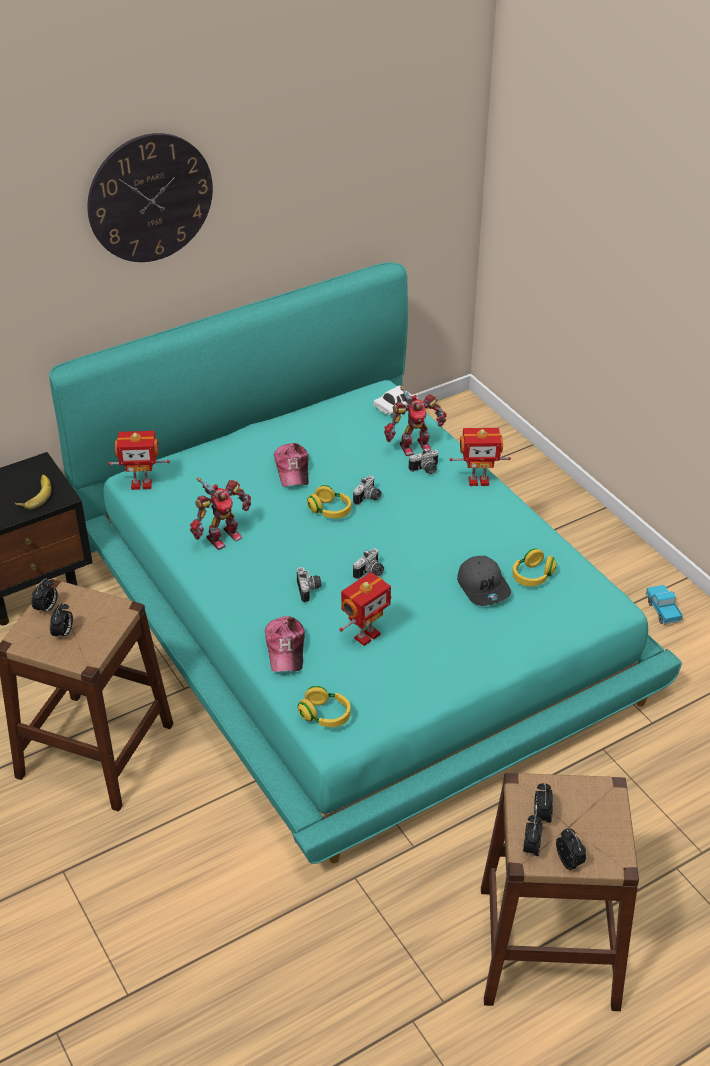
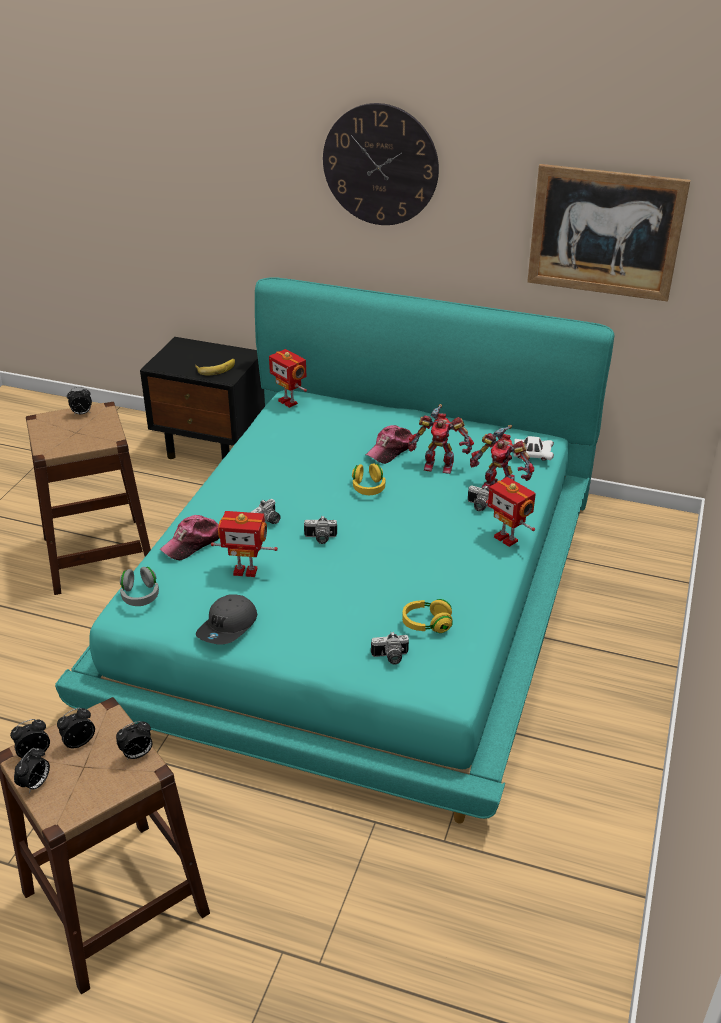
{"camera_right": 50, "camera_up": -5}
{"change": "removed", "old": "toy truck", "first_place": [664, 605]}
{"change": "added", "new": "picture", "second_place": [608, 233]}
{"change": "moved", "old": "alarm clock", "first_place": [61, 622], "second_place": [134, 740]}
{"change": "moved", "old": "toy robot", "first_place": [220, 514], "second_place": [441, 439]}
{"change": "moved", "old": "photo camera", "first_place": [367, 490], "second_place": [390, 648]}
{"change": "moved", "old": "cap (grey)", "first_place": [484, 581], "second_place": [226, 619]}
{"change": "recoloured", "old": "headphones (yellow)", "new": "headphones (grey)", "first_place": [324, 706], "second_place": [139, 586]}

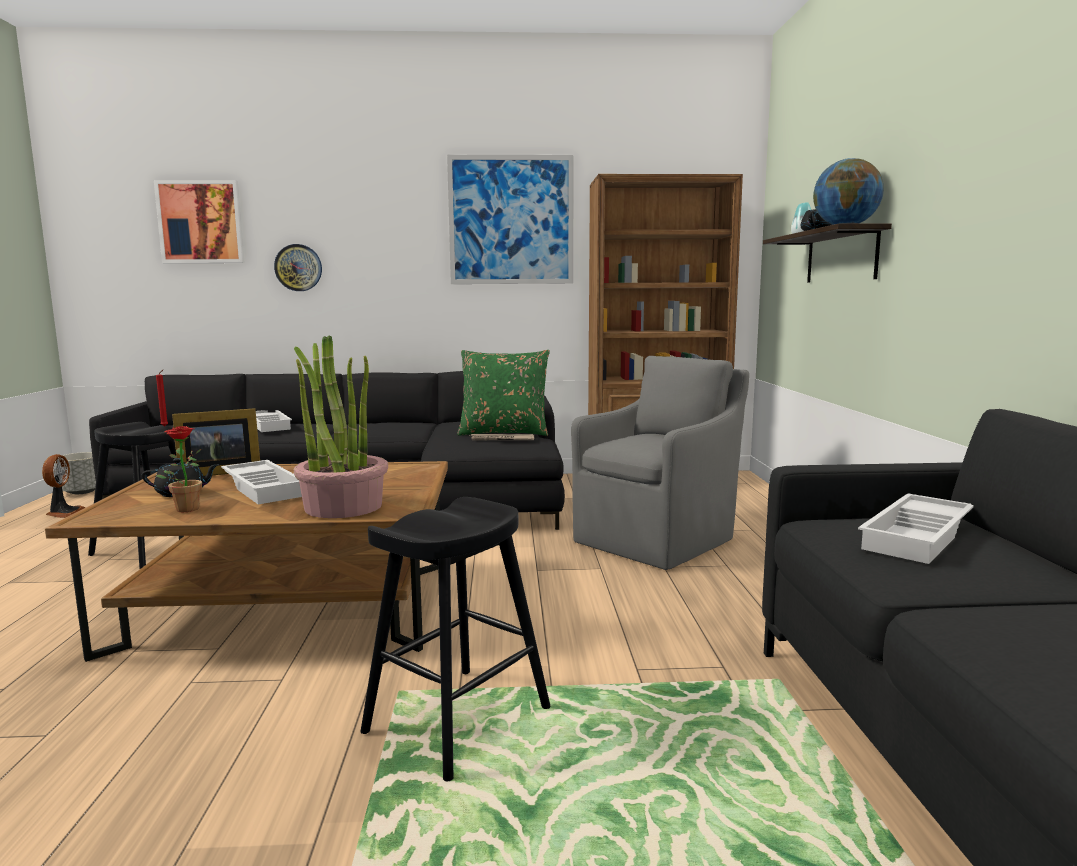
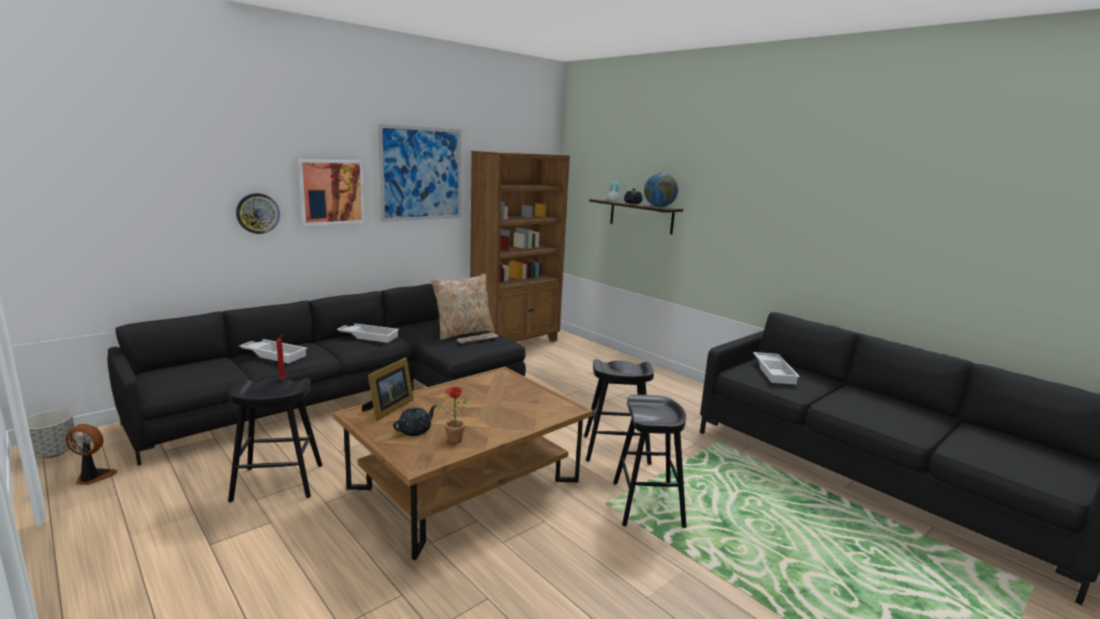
{"camera_right": -40, "camera_up": 5}
{"change": "removed", "old": "potted plant", "first_place": [341, 426]}
{"change": "removed", "old": "armchair (grey)", "first_place": [660, 463]}
{"change": "added", "new": "stool (black)", "second_place": [619, 412]}
{"change": "moved", "old": "picture", "first_place": [199, 221], "second_place": [331, 192]}
{"change": "moved", "old": "tray (white)", "first_place": [261, 482], "second_place": [368, 333]}
{"change": "recoloured", "old": "pillow (green)", "new": "pillow (beige)", "first_place": [503, 393], "second_place": [463, 307]}
{"change": "turned", "old": "fan", "first_place": [64, 486], "second_place": [91, 454], "degrees": -45}

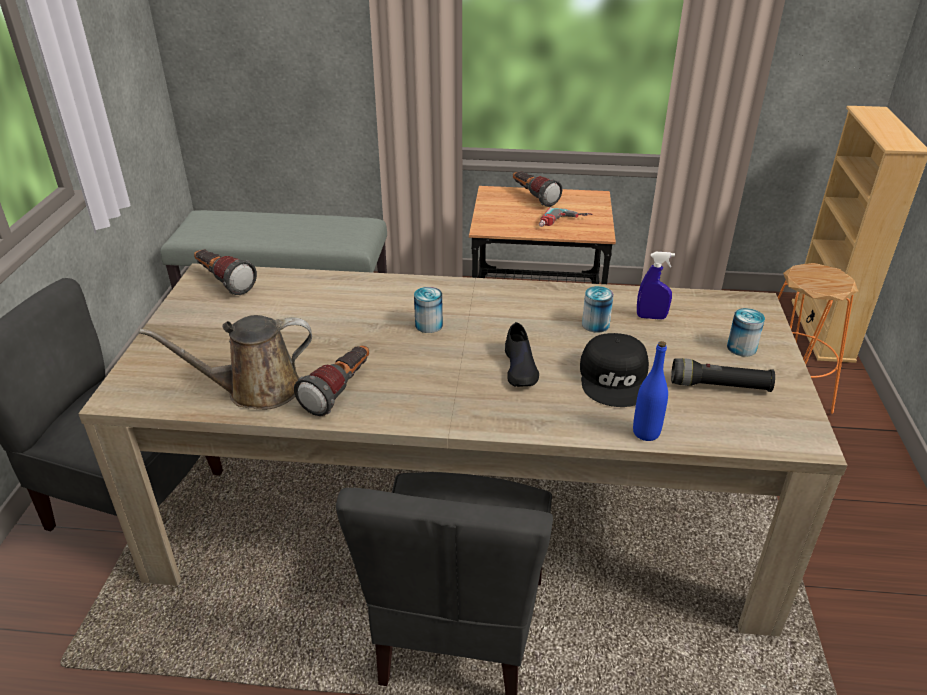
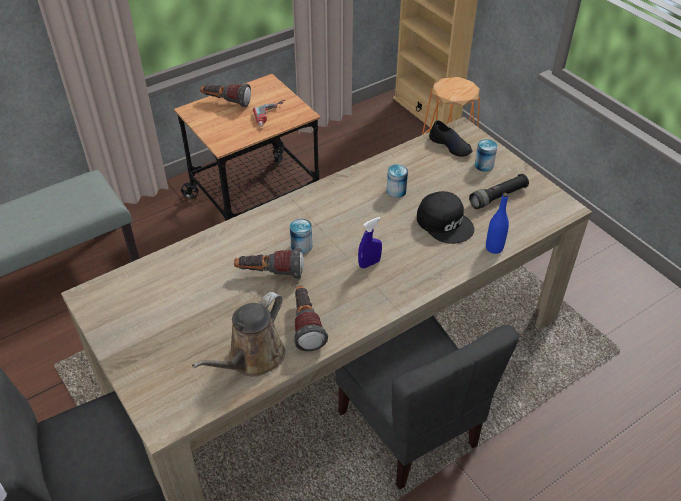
{"camera_right": -40, "camera_up": 10}
{"change": "moved", "old": "flashlight", "first_place": [225, 272], "second_place": [269, 263]}
{"change": "moved", "old": "shoe (black)", "first_place": [522, 354], "second_place": [451, 138]}
{"change": "moved", "old": "spray bottle (blue)", "first_place": [656, 286], "second_place": [370, 242]}

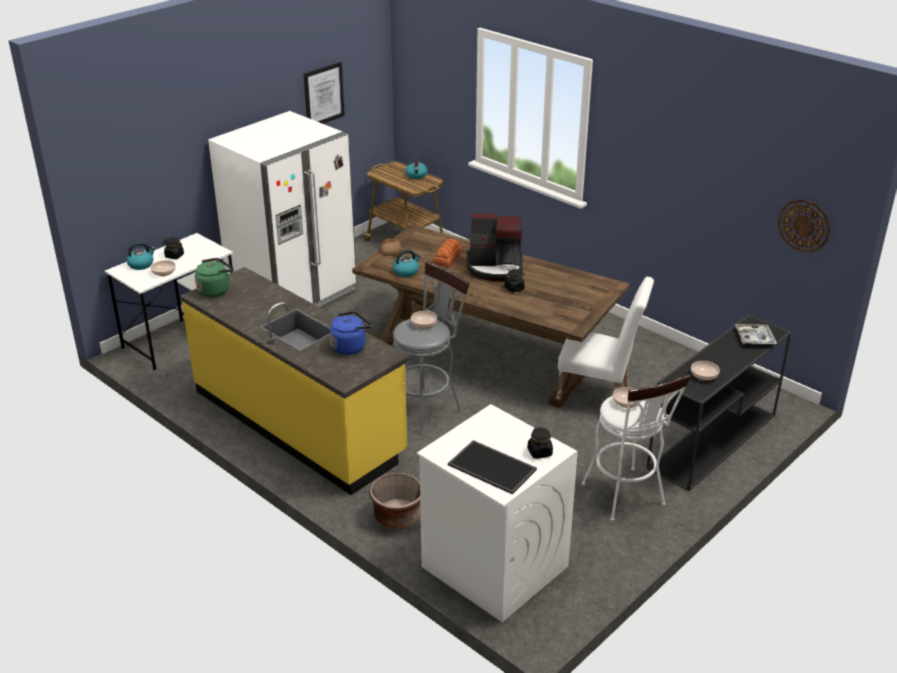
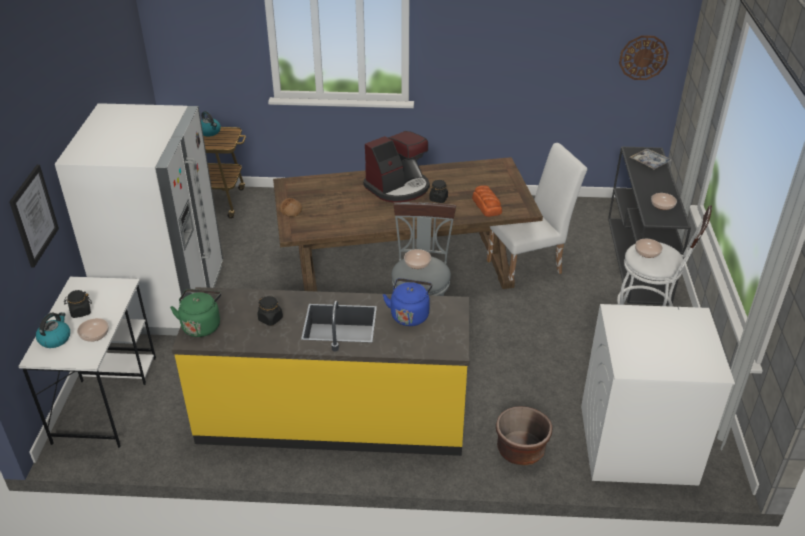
{"camera_right": -40, "camera_up": 5}
{"change": "removed", "old": "kettle", "first_place": [407, 263]}
{"change": "removed", "old": "tray", "first_place": [492, 467]}
{"change": "moved", "old": "picture", "first_place": [324, 93], "second_place": [34, 216]}
{"change": "moved", "old": "bread", "first_place": [448, 253], "second_place": [487, 201]}
{"change": "moved", "old": "jar (black)", "first_place": [540, 443], "second_place": [270, 311]}

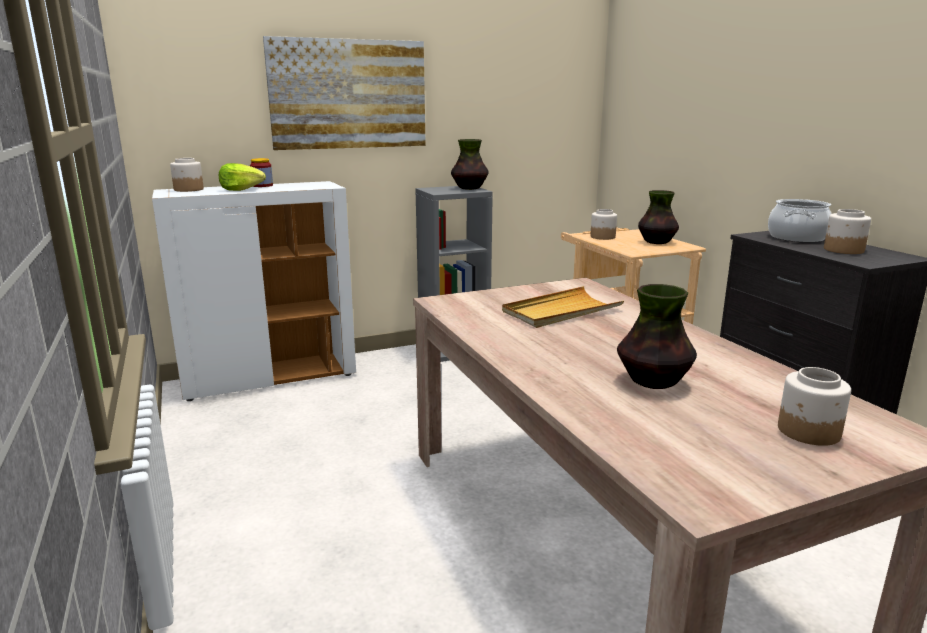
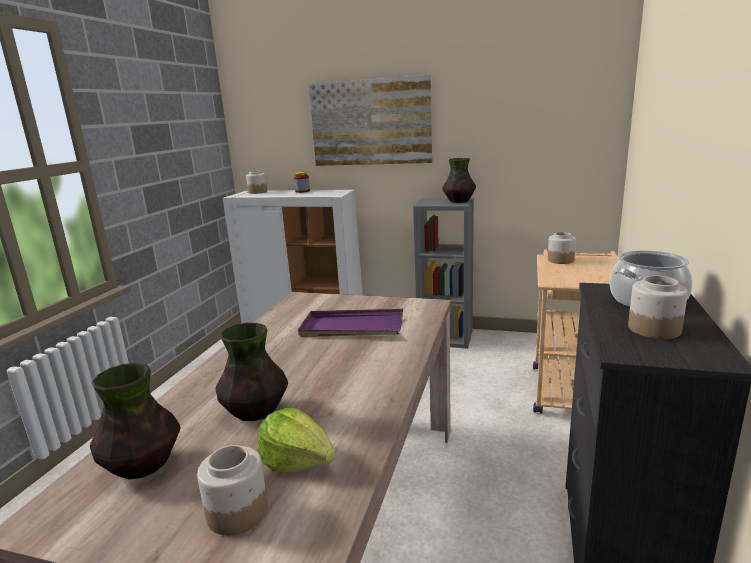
{"camera_right": 40, "camera_up": 0}
{"change": "moved", "old": "lettuce", "first_place": [242, 177], "second_place": [296, 440]}
{"change": "moved", "old": "vase", "first_place": [658, 217], "second_place": [135, 421]}
{"change": "recoloured", "old": "tray (beige)", "new": "tray (purple)", "first_place": [563, 307], "second_place": [350, 323]}

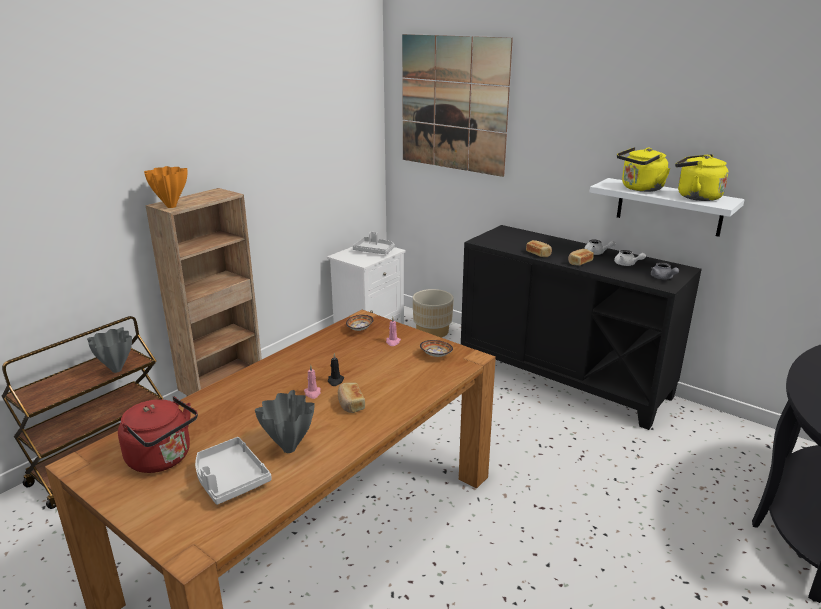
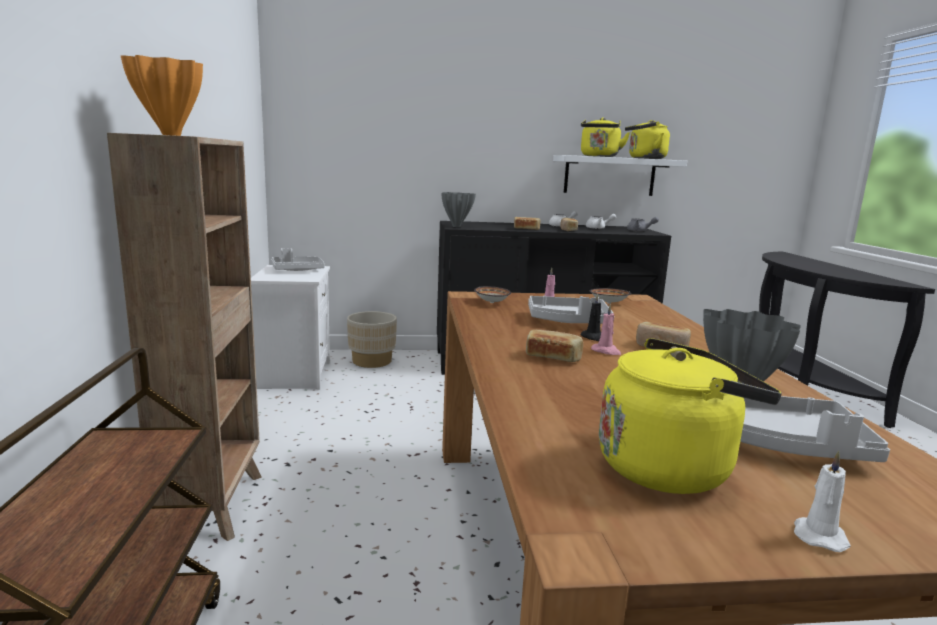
{"camera_right": -45, "camera_up": -10}
{"change": "removed", "old": "picture", "first_place": [457, 105]}
{"change": "added", "new": "bread", "second_place": [554, 346]}
{"change": "added", "new": "tray (grey)", "second_place": [570, 310]}
{"change": "added", "new": "candle (white)", "second_place": [822, 501]}
{"change": "moved", "old": "vase (grey)", "first_place": [109, 350], "second_place": [458, 209]}
{"change": "recoloured", "old": "kettle (red)", "new": "kettle (yellow)", "first_place": [158, 434], "second_place": [690, 416]}

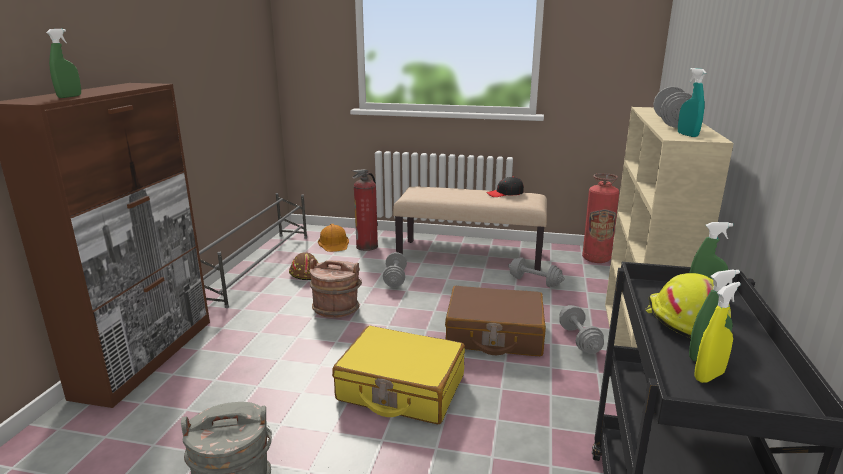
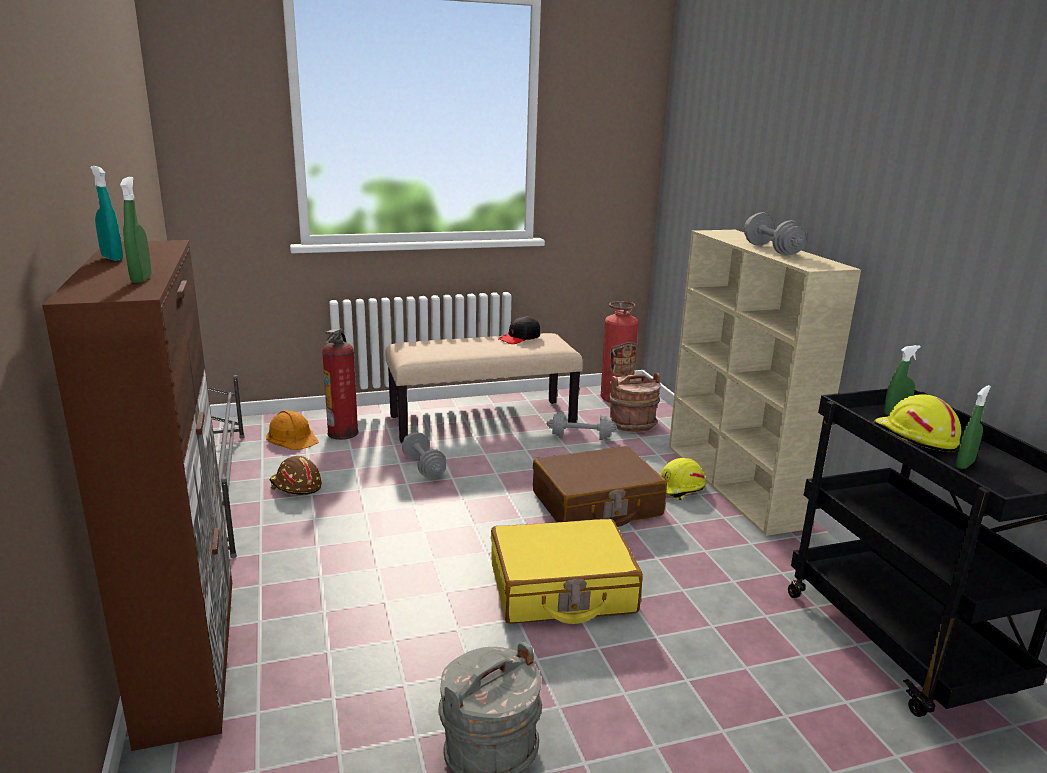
{"camera_right": -30, "camera_up": 0}
{"change": "removed", "old": "spray bottle (yellow)", "first_place": [718, 332]}
{"change": "moved", "old": "bucket (brown)", "first_place": [335, 288], "second_place": [635, 402]}
{"change": "moved", "old": "spray bottle (turquoise)", "first_place": [692, 102], "second_place": [106, 213]}
{"change": "replaced", "old": "dumbbell (grey)", "new": "hard hat (yellow)", "first_place": [581, 329], "second_place": [683, 479]}

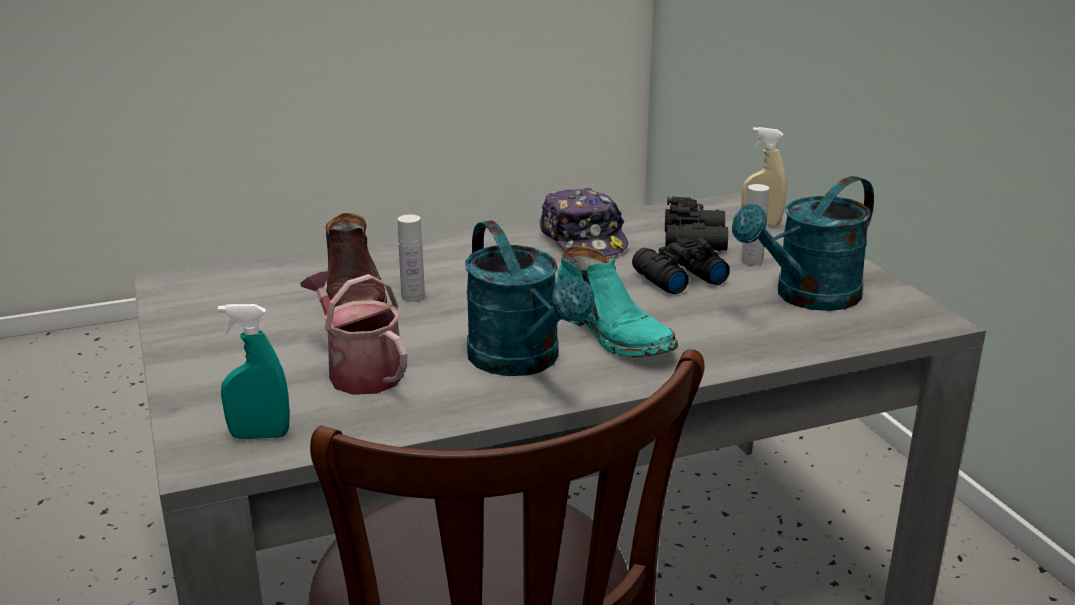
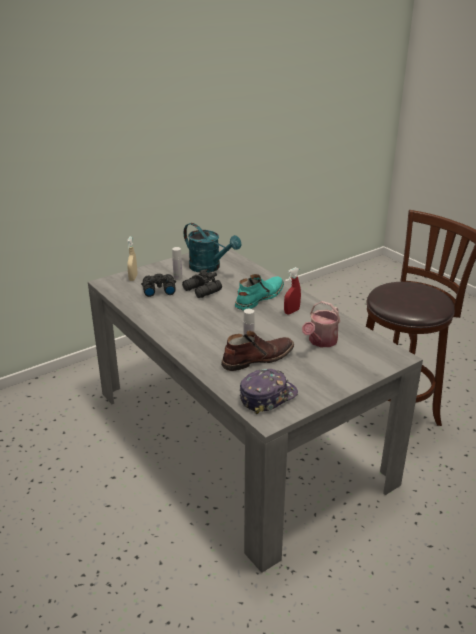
{"camera_right": -105, "camera_up": 5}
{"change": "removed", "old": "spray bottle (turquoise)", "first_place": [254, 371]}
{"change": "moved", "old": "cap", "first_place": [583, 222], "second_place": [269, 391]}
{"change": "replaced", "old": "watering can (turquoise)", "new": "spray bottle (red)", "first_place": [530, 298], "second_place": [292, 290]}

